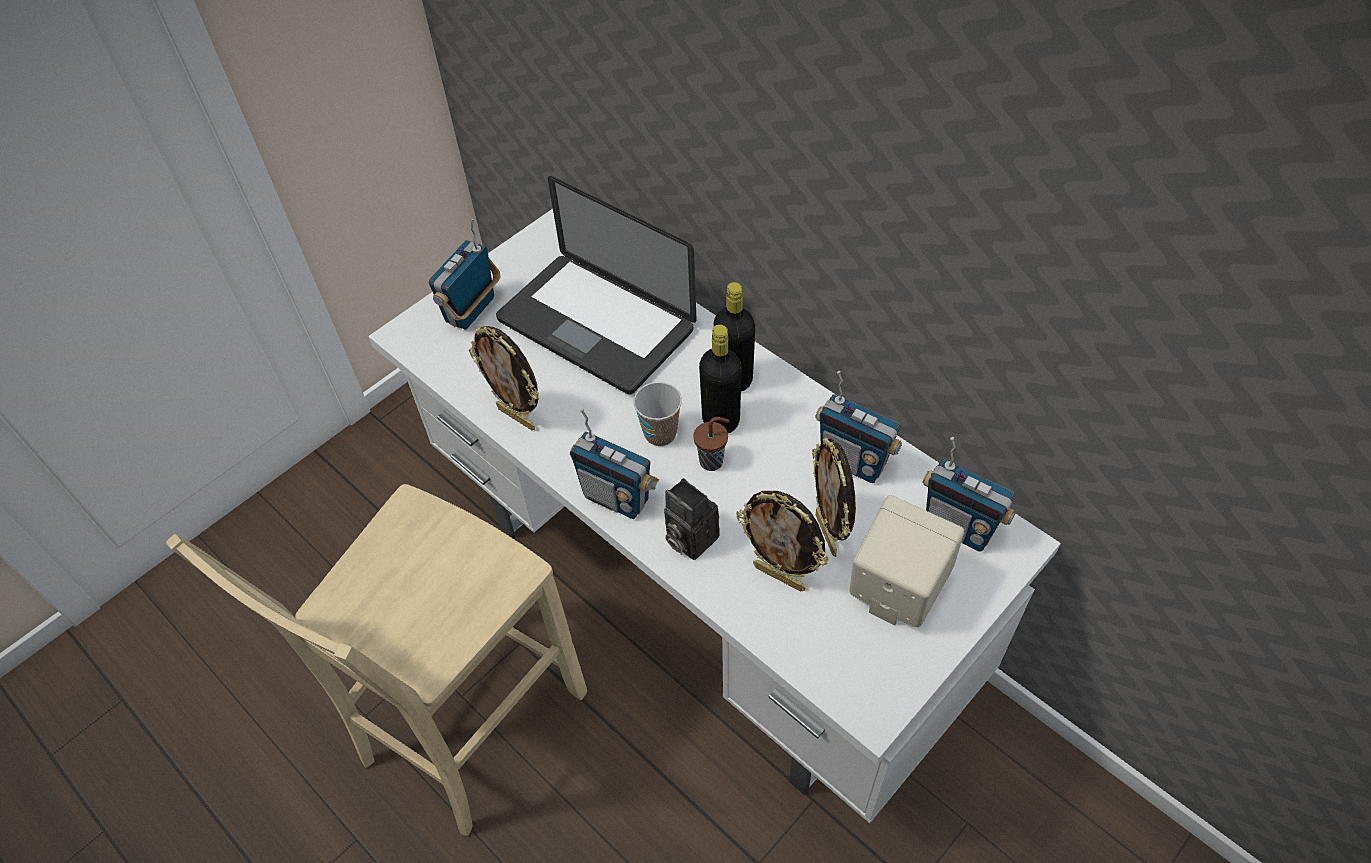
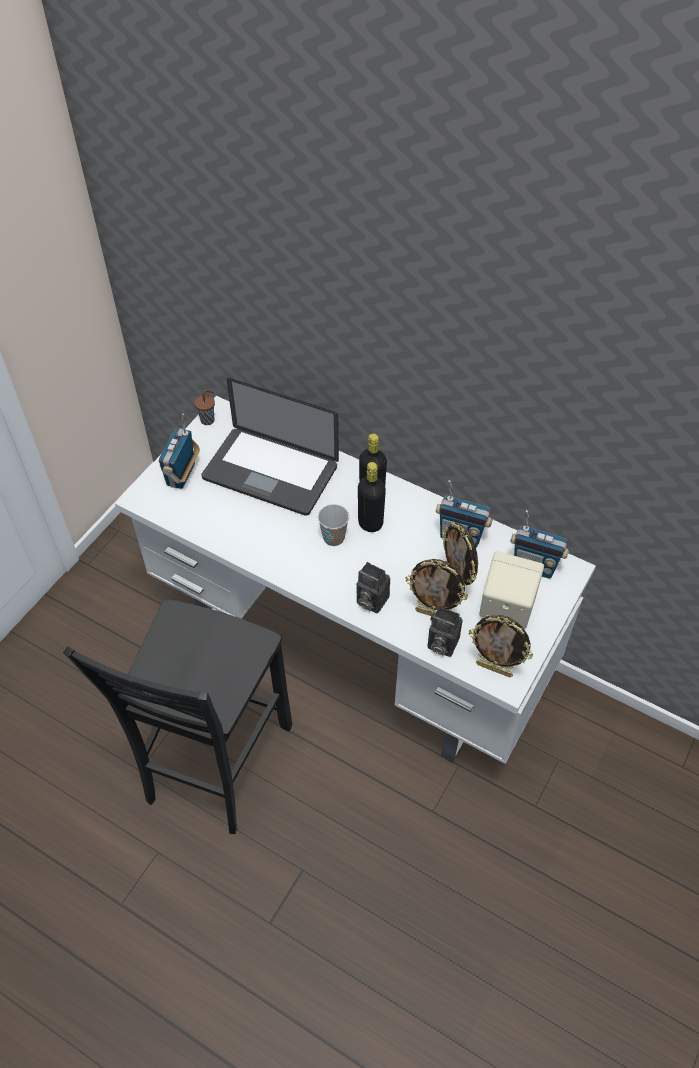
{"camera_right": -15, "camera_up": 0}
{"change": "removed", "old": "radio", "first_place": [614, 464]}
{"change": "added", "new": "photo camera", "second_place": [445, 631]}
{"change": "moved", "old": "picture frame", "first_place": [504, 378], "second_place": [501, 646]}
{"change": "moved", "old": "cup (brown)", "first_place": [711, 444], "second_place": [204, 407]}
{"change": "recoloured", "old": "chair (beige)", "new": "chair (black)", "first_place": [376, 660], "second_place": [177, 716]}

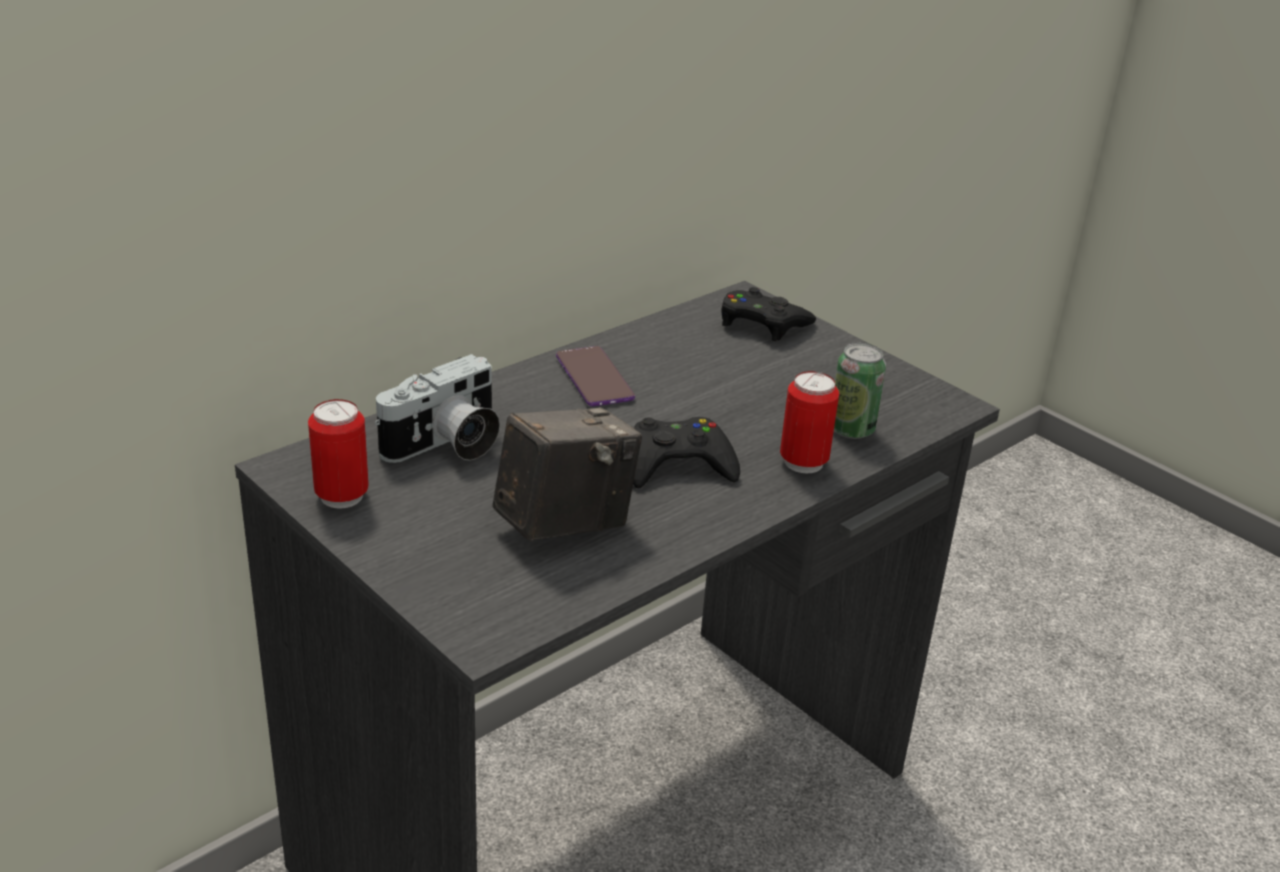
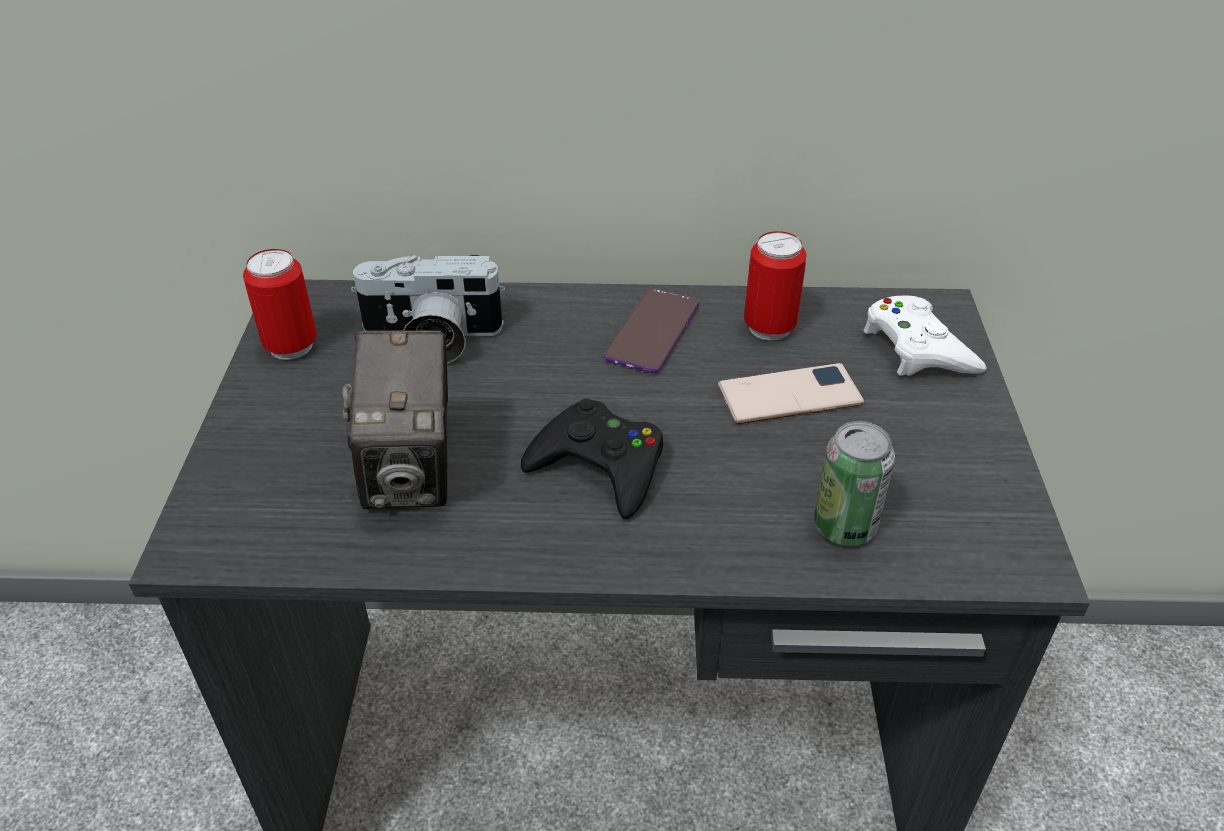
{"camera_right": 45, "camera_up": 10}
{"change": "added", "new": "phone", "second_place": [791, 393]}
{"change": "moved", "old": "can", "first_place": [809, 422], "second_place": [775, 285]}
{"change": "recoloured", "old": "game controller (black)", "new": "game controller (white)", "first_place": [769, 314], "second_place": [925, 335]}
{"change": "turned", "old": "photo camera", "first_place": [567, 474], "second_place": [395, 419], "degrees": 75}

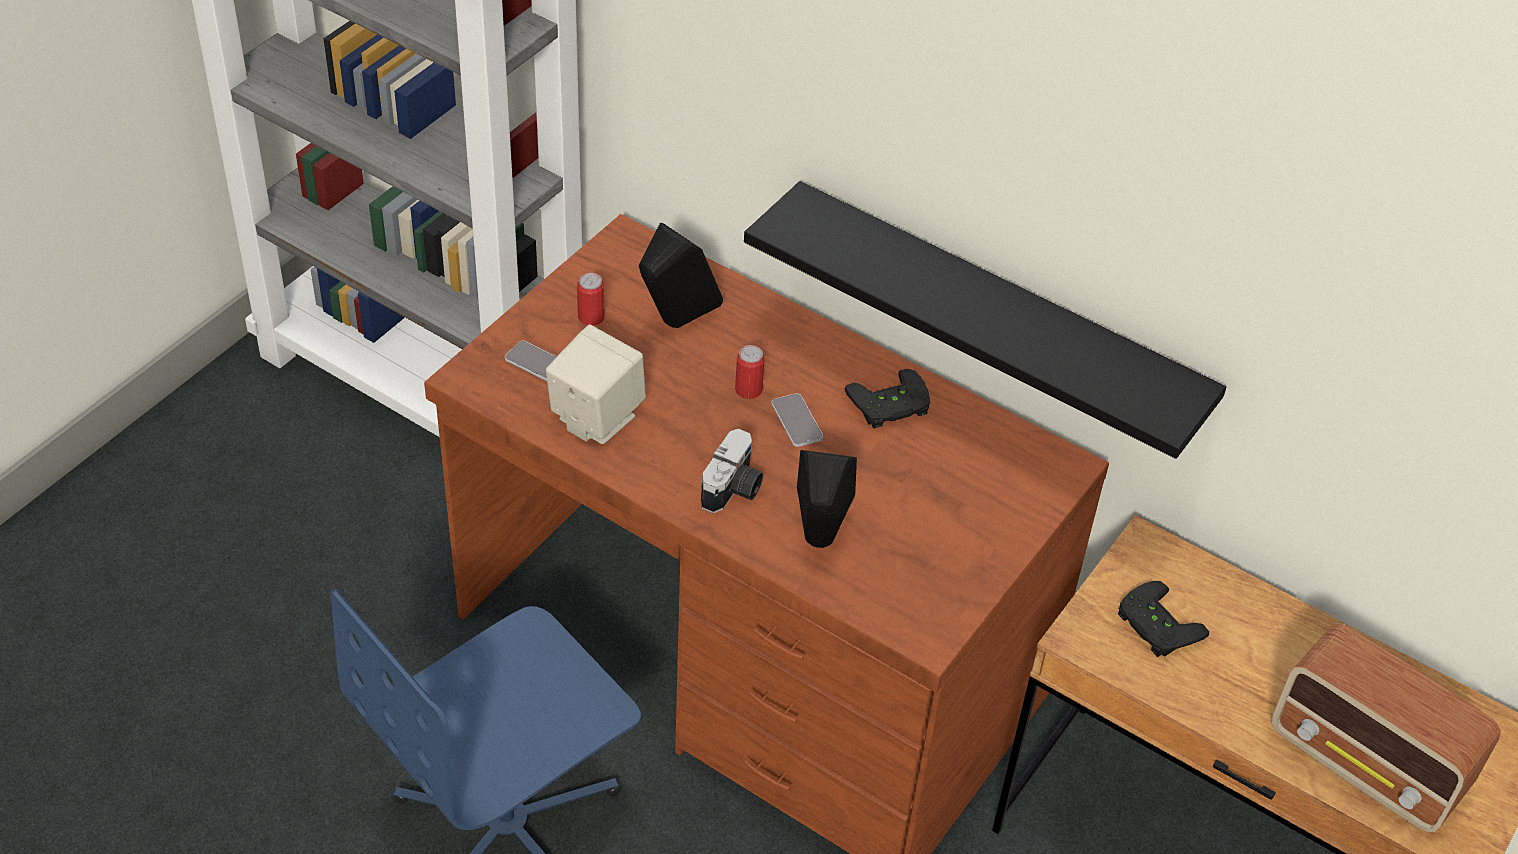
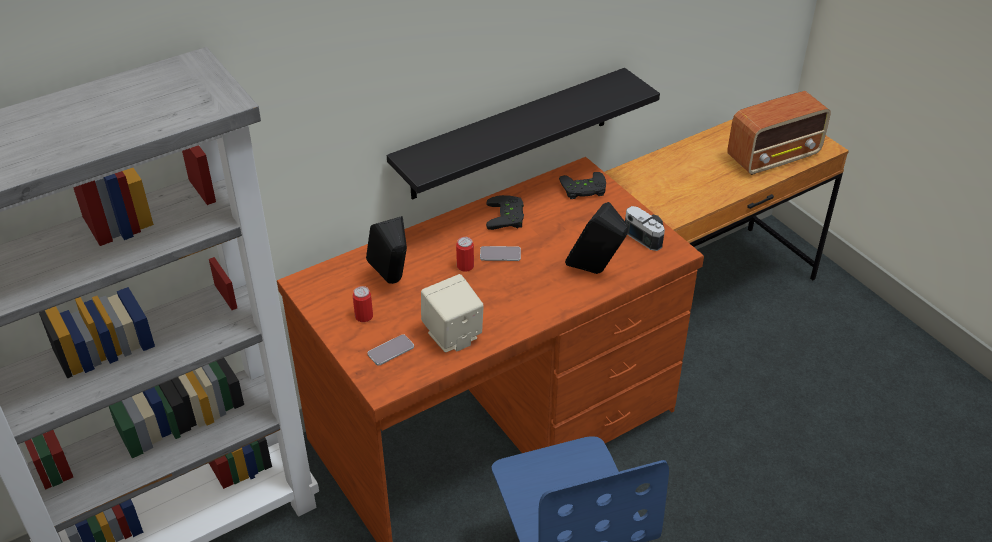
{"camera_right": -65, "camera_up": -5}
{"change": "moved", "old": "photo camera", "first_place": [732, 470], "second_place": [645, 228]}
{"change": "moved", "old": "game controller (black)", "first_place": [1163, 619], "second_place": [582, 185]}

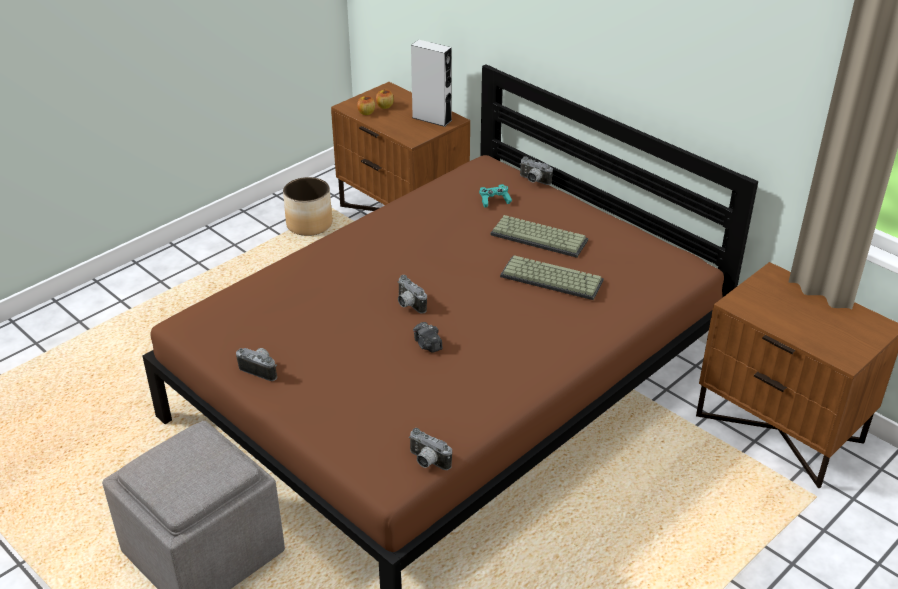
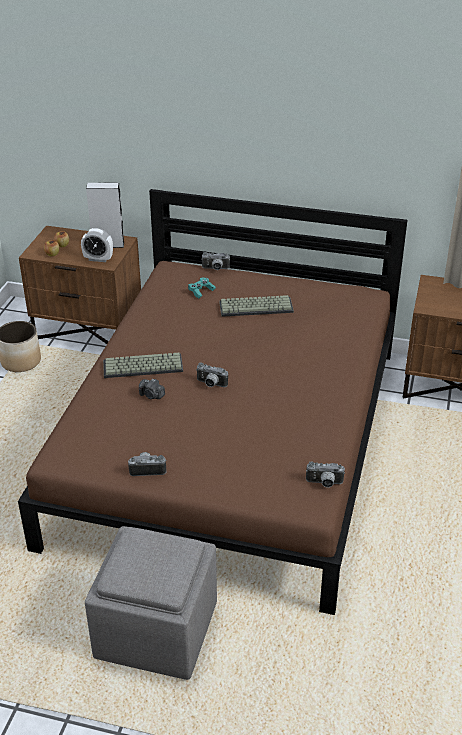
{"camera_right": -30, "camera_up": 0}
{"change": "added", "new": "alarm clock", "second_place": [97, 245]}
{"change": "moved", "old": "photo camera", "first_place": [427, 337], "second_place": [152, 389]}
{"change": "moved", "old": "keyboard", "first_place": [552, 277], "second_place": [143, 365]}

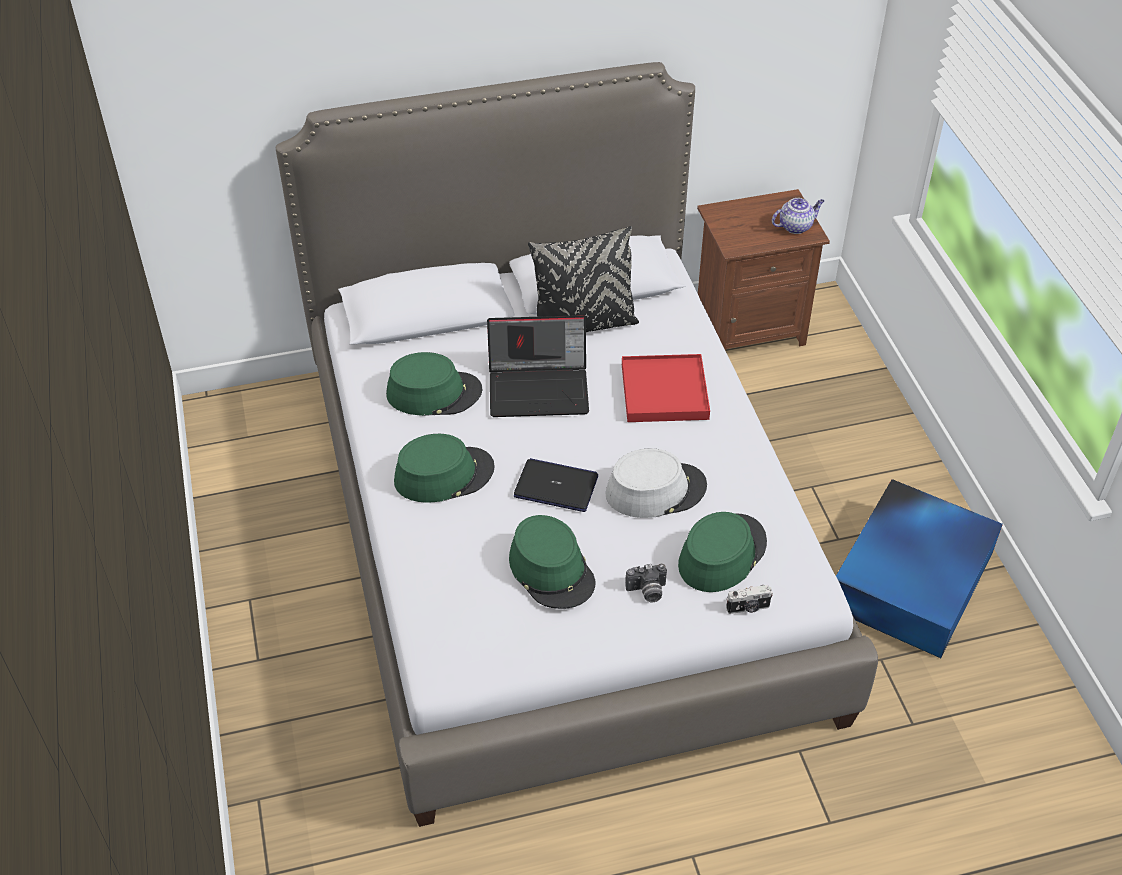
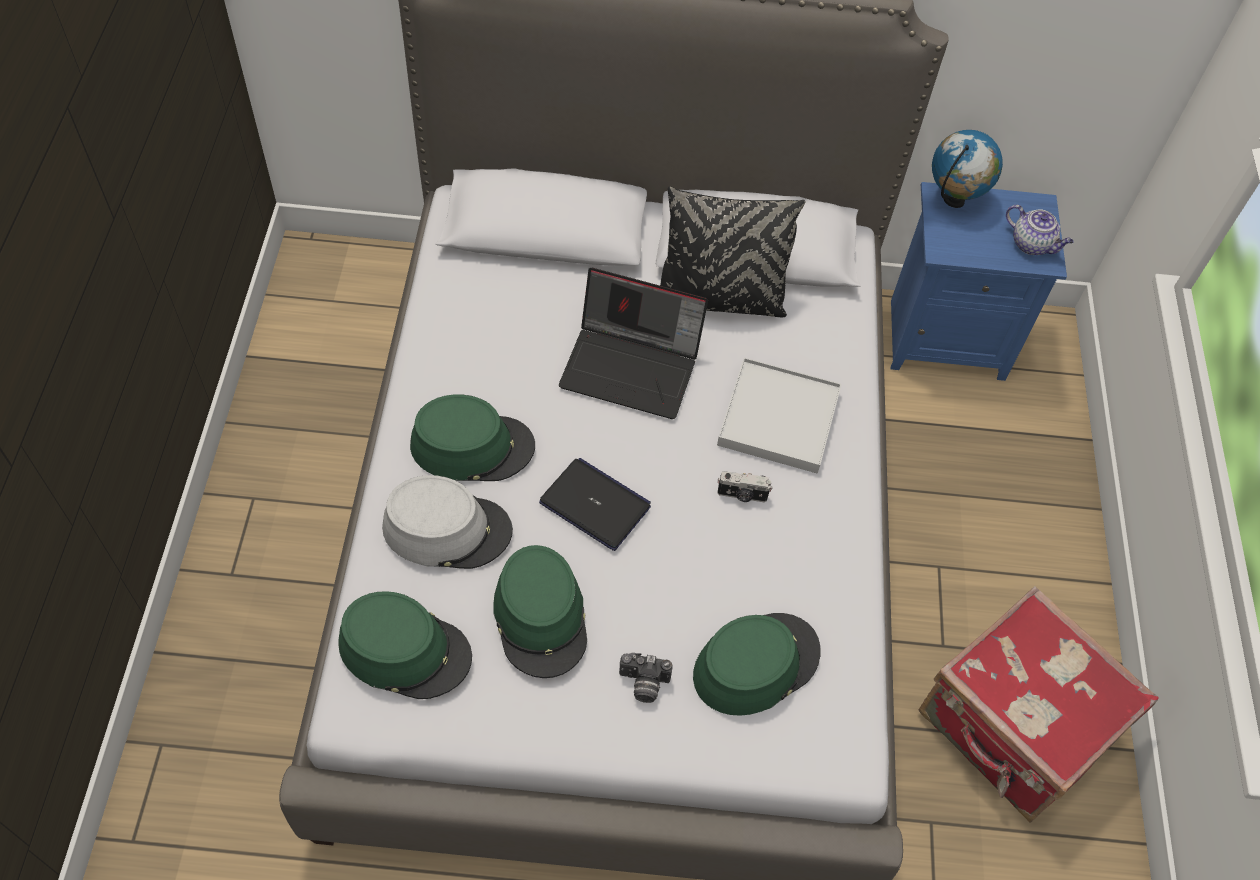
{"camera_right": 15, "camera_up": 10}
{"change": "added", "new": "globe", "second_place": [967, 169]}
{"change": "moved", "old": "hat (green)", "first_place": [434, 384], "second_place": [405, 645]}
{"change": "moved", "old": "hat (grey)", "first_place": [656, 483], "second_place": [447, 522]}
{"change": "moved", "old": "photo camera", "first_place": [749, 599], "second_place": [745, 486]}
{"change": "replaced", "old": "storage box (blue)", "new": "suitcase (red)", "first_place": [919, 568], "second_place": [1038, 704]}
{"change": "recoloured", "old": "tray (red)", "new": "tray (white)", "first_place": [666, 388], "second_place": [779, 415]}
{"change": "recoloured", "old": "nightstand (brown)", "new": "nightstand (blue)", "first_place": [763, 270], "second_place": [978, 281]}
{"change": "turned", "old": "teapot", "first_place": [798, 216], "second_place": [1040, 230], "degrees": 45}

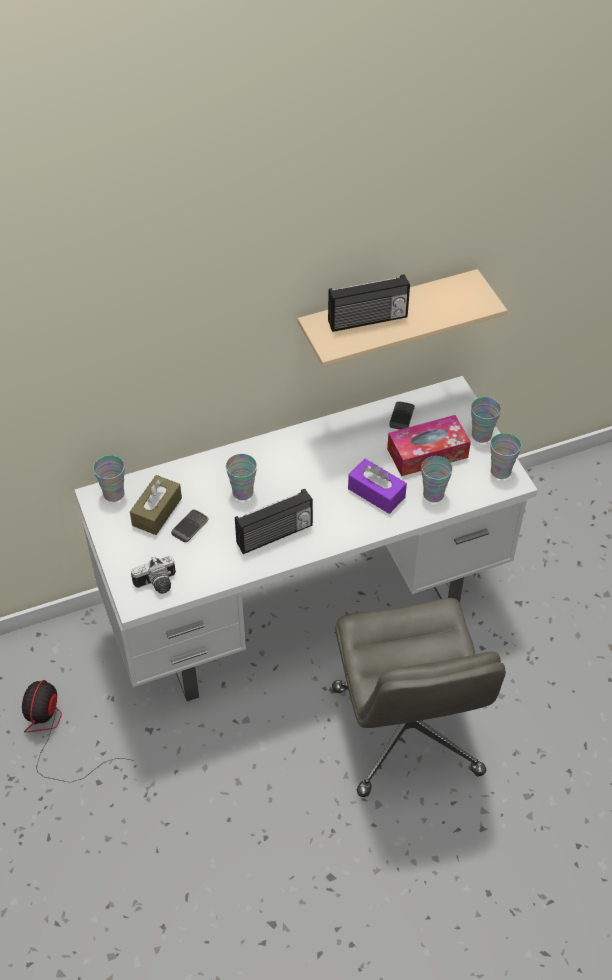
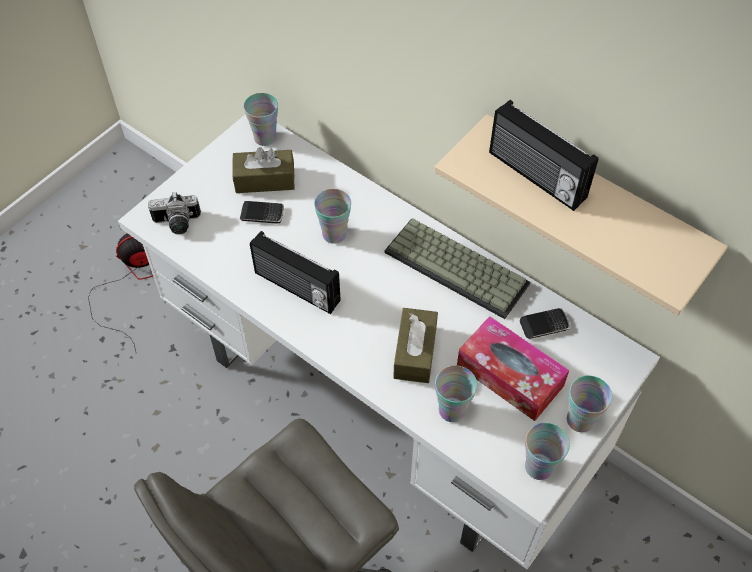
{"camera_right": 60, "camera_up": 5}
{"change": "added", "new": "keyboard", "second_place": [457, 268]}
{"change": "recoloured", "old": "tissue box (purple)", "new": "tissue box (brown)", "first_place": [377, 486], "second_place": [415, 345]}
{"change": "turned", "old": "photo camera", "first_place": [153, 575], "second_place": [174, 213], "degrees": -45}

